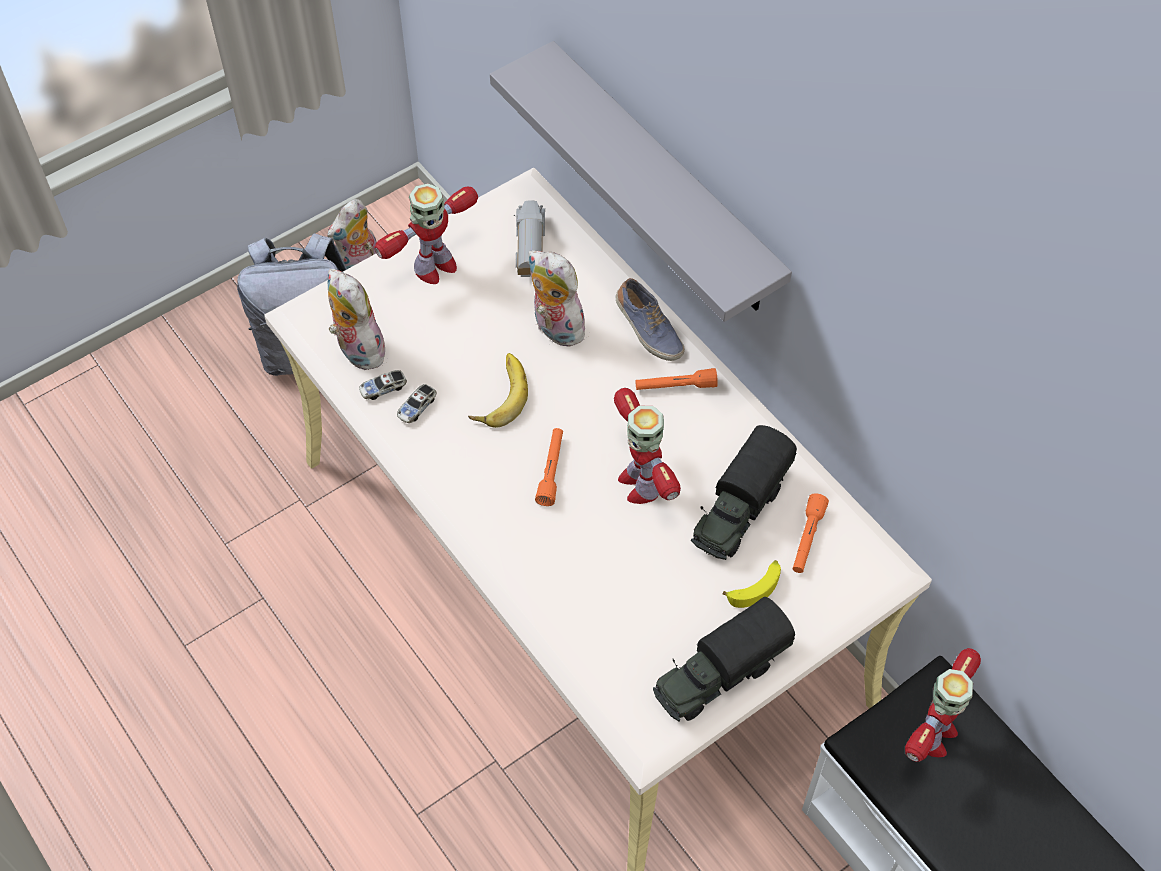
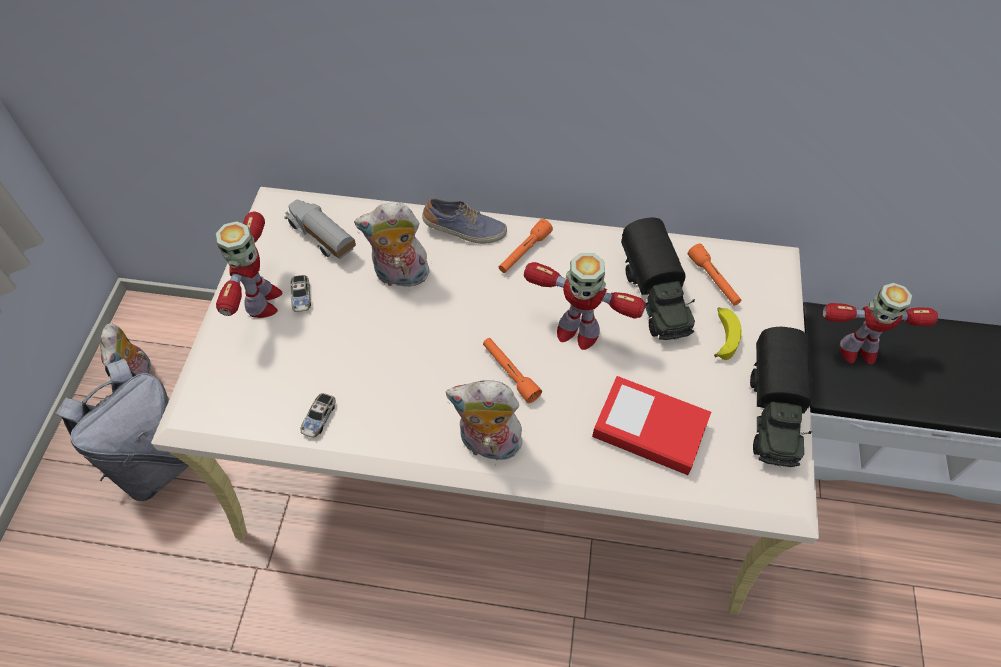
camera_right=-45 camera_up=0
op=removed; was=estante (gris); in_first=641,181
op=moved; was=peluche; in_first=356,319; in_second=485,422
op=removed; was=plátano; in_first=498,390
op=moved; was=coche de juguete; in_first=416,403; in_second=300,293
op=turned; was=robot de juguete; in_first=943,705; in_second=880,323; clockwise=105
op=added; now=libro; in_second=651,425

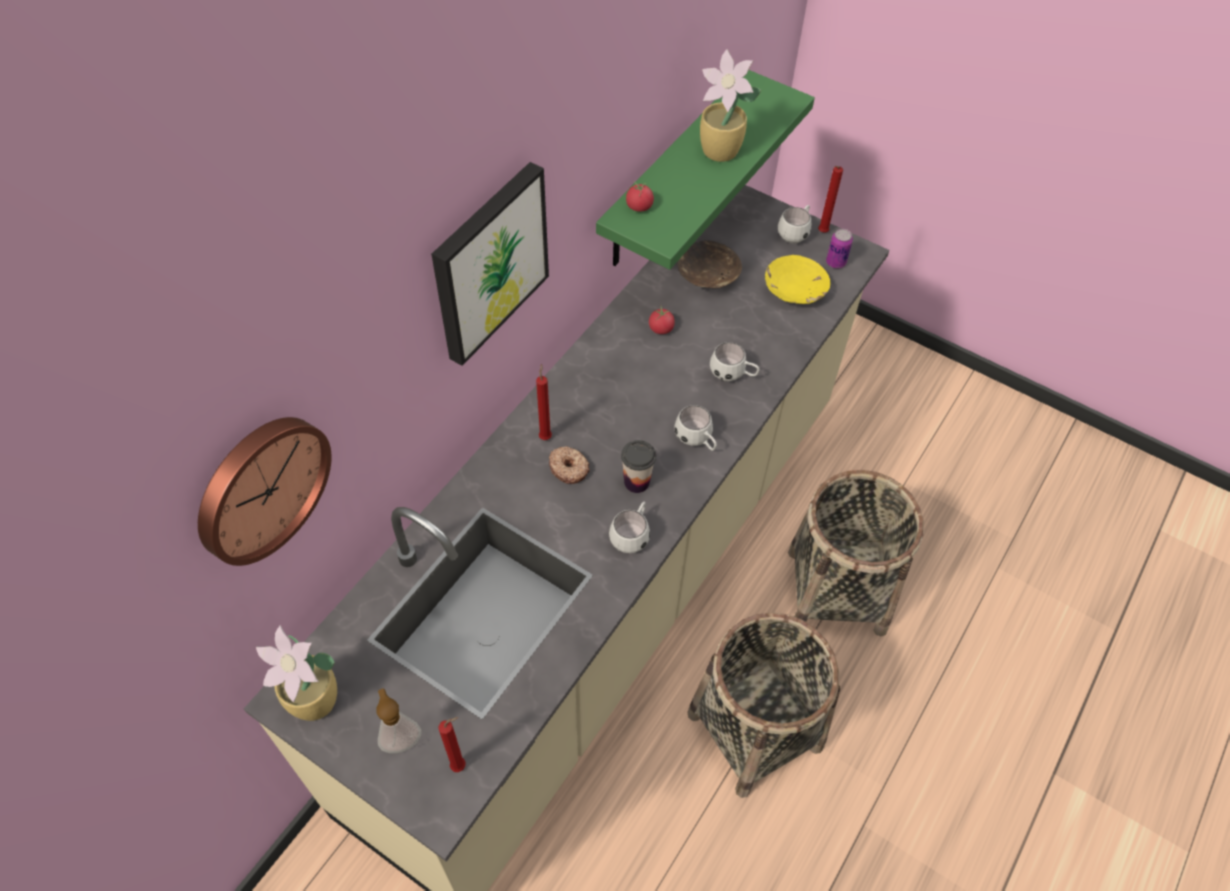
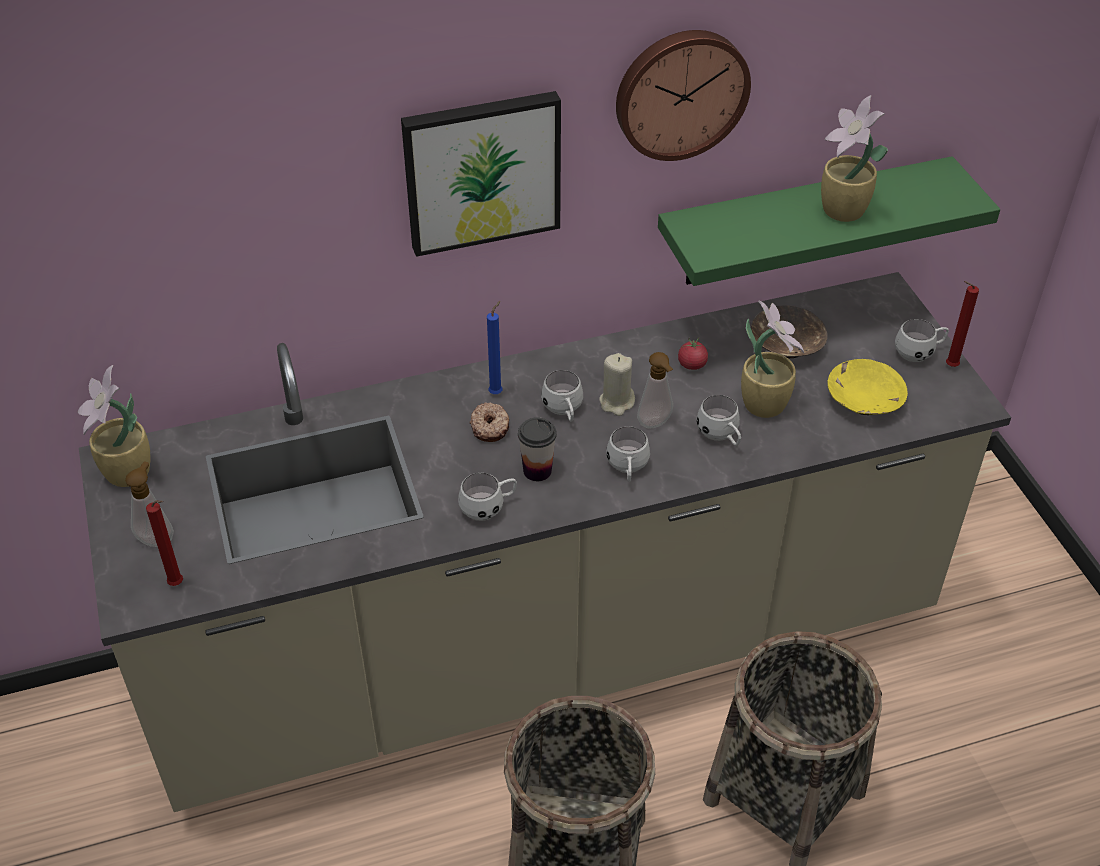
camera_right=40 camera_up=-10
op=removed; was=tomate; in_first=640,196
op=removed; was=lata; in_first=839,249
op=recoloured; was=vela (rojo); now=vela (azul); in_first=544,402; in_second=494,347
op=moved; was=reloj de pared; in_first=265,491; in_second=683,95
op=added; now=planta en maceta; in_second=772,359
op=added; now=dispensador de jabón; in_second=655,390
op=added; now=vela (beis); in_second=617,384
op=added; now=taza grande (blanco); in_second=562,396

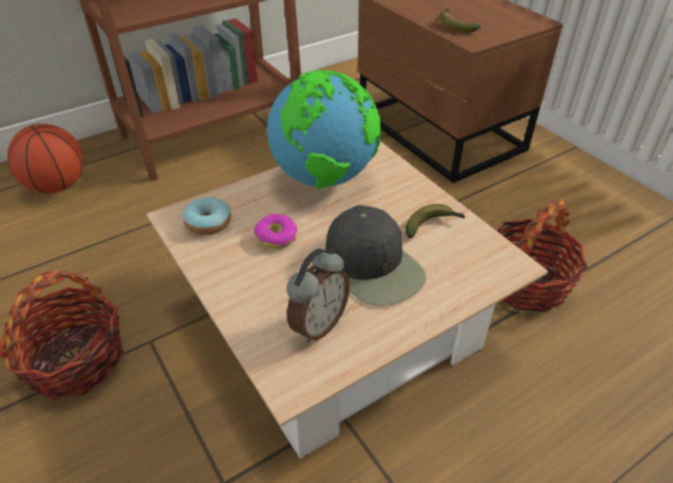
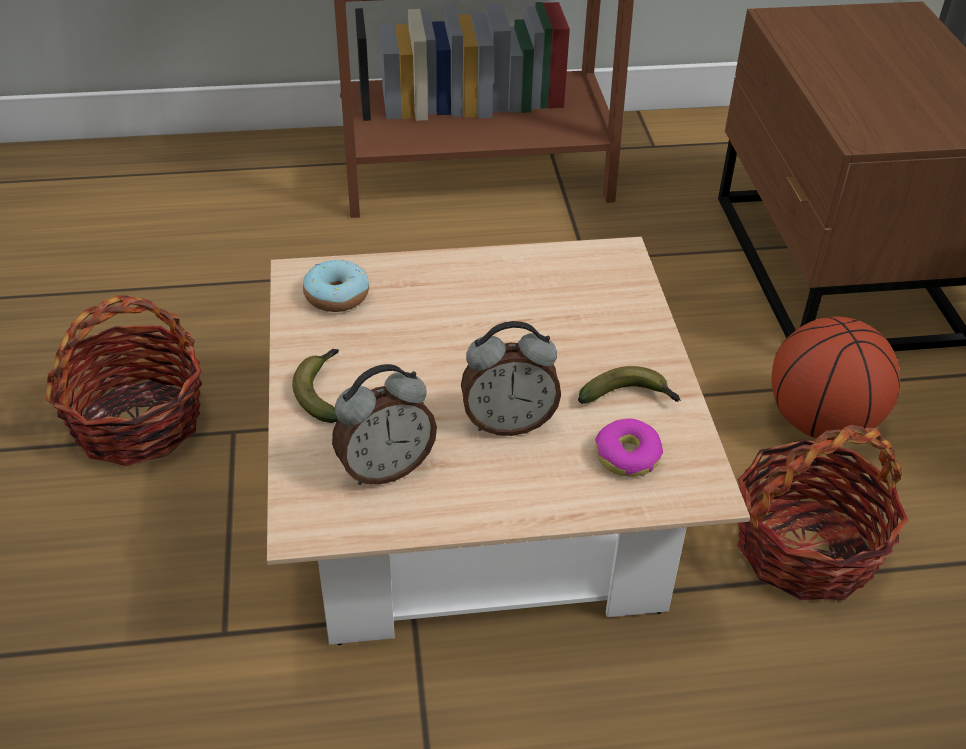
camera_right=25 camera_up=0
op=moved; was=plátano; in_first=459,21; in_second=315,386
op=removed; was=globo terráqueo; in_first=324,129
op=moved; was=balón de baloncesto; in_first=45,158; in_second=835,378
op=replaced; was=gorra (negro); now=despertador; in_first=375,255; in_second=511,378
op=moved; was=rosquilla; in_first=275,231; in_second=629,448

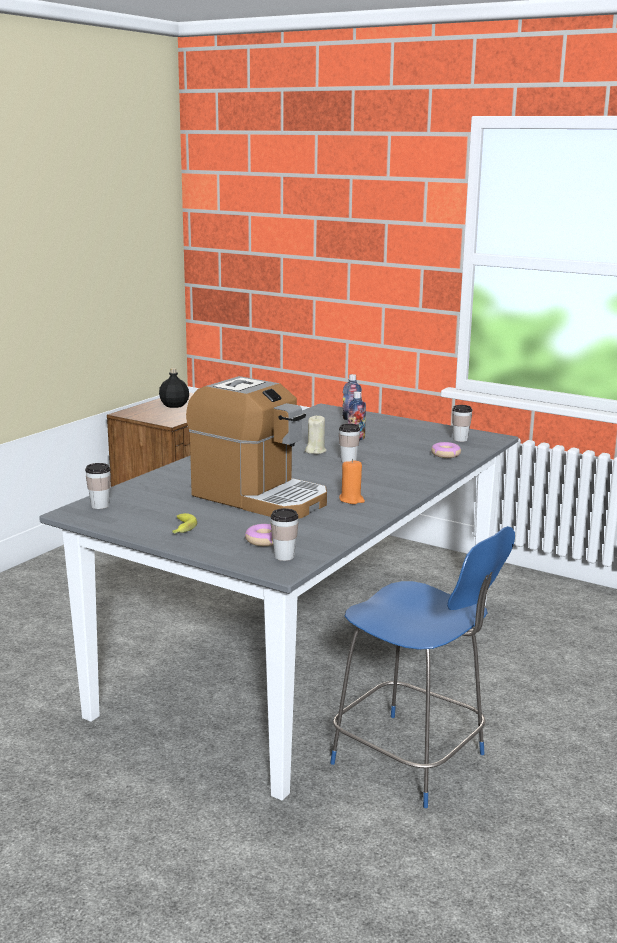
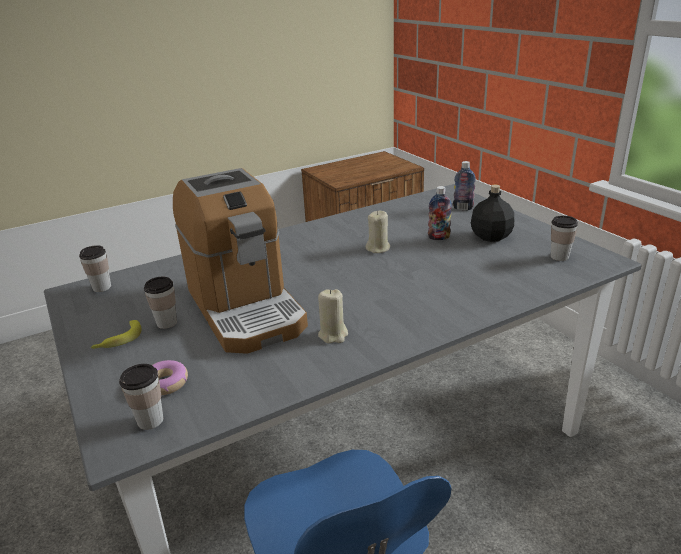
camera_right=30 camera_up=10
op=moved; was=botella (negro); in_first=174,388; in_second=492,213
op=moved; was=taza; in_first=349,442; in_second=160,303
op=removed; was=rosquilla; in_first=446,450
op=recoloured; was=vela (naranja); now=vela (beis); in_first=352,481; in_second=333,316

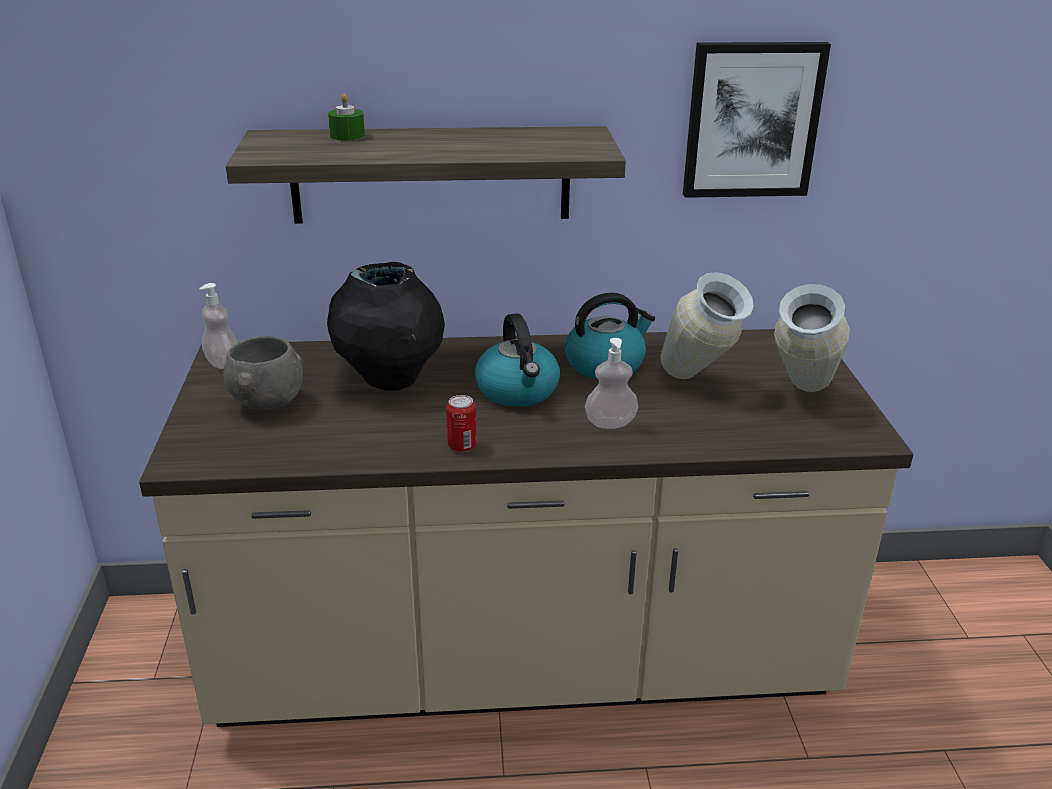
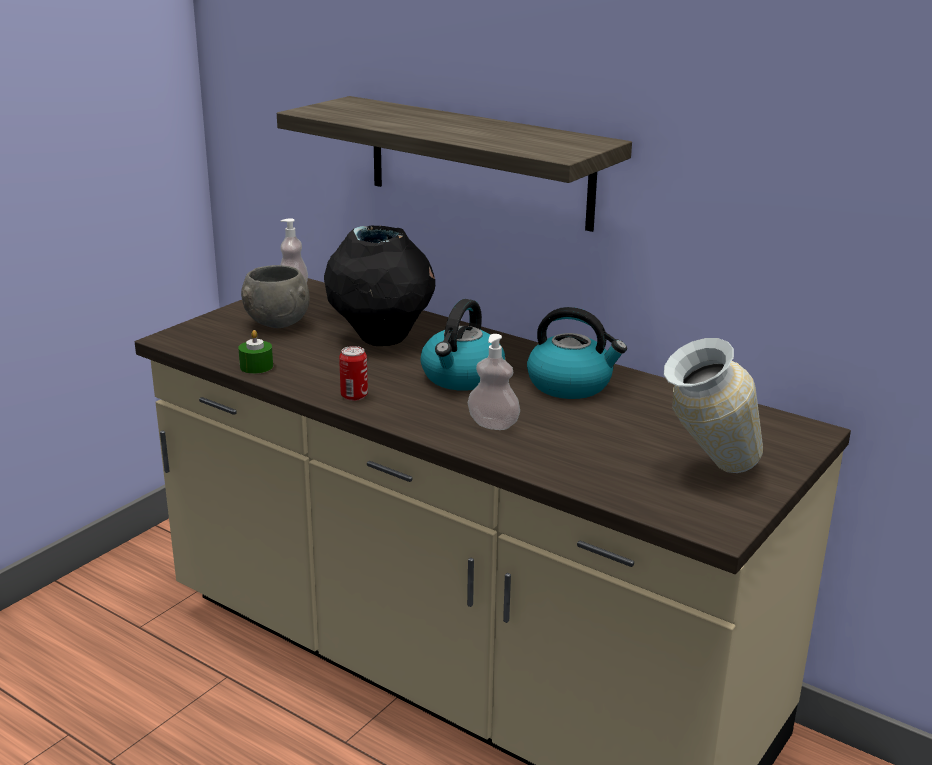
camera_right=40 camera_up=-5
op=removed; was=cuadro; in_first=757,120
op=moved; was=vela (verde); in_first=346,117; in_second=255,352
op=removed; was=florero; in_first=707,325

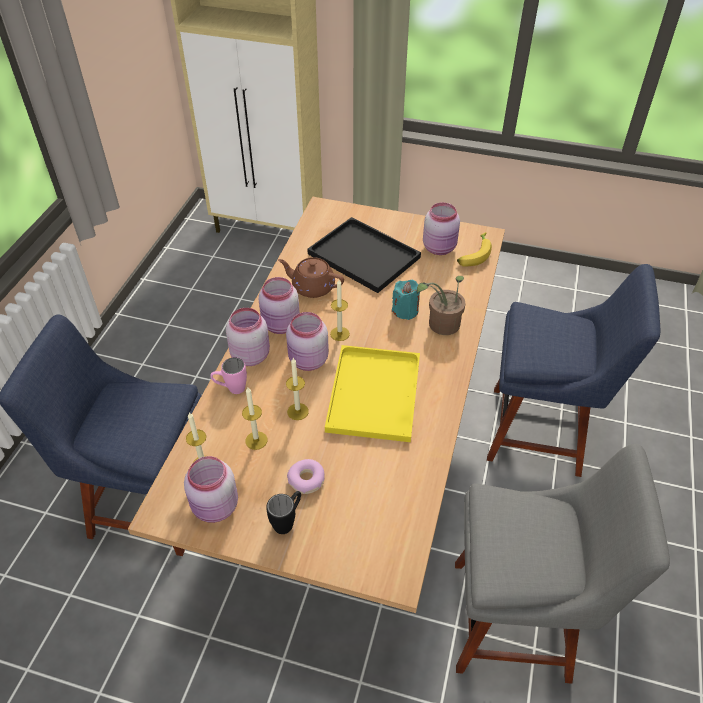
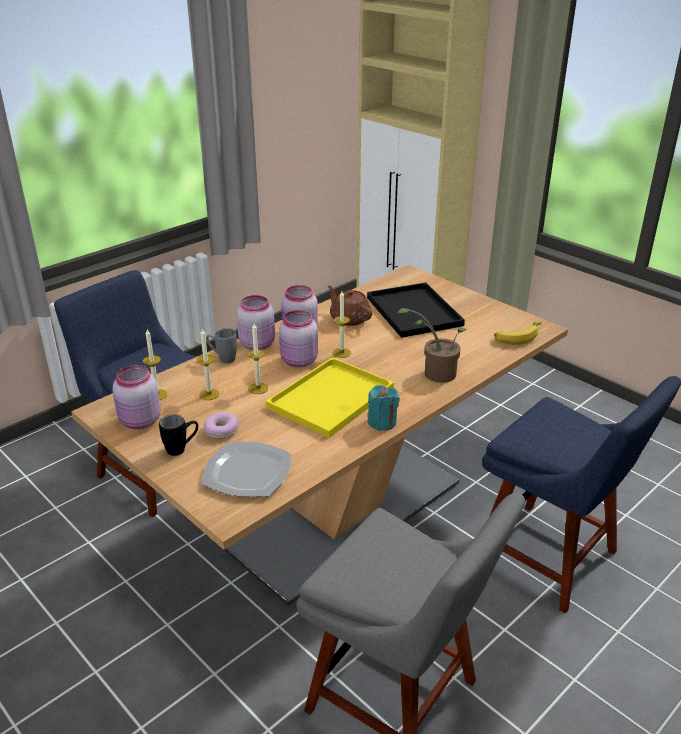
camera_right=30 camera_up=-15
op=removed; was=tarro (rosa); in_first=441,229
op=moved; was=vela (turquesa); in_first=406,300; in_second=383,408
op=recoloured; was=taza grande (rosa); now=taza grande (gris); in_first=228,375; in_second=221,346
op=added; now=plato; in_second=246,469

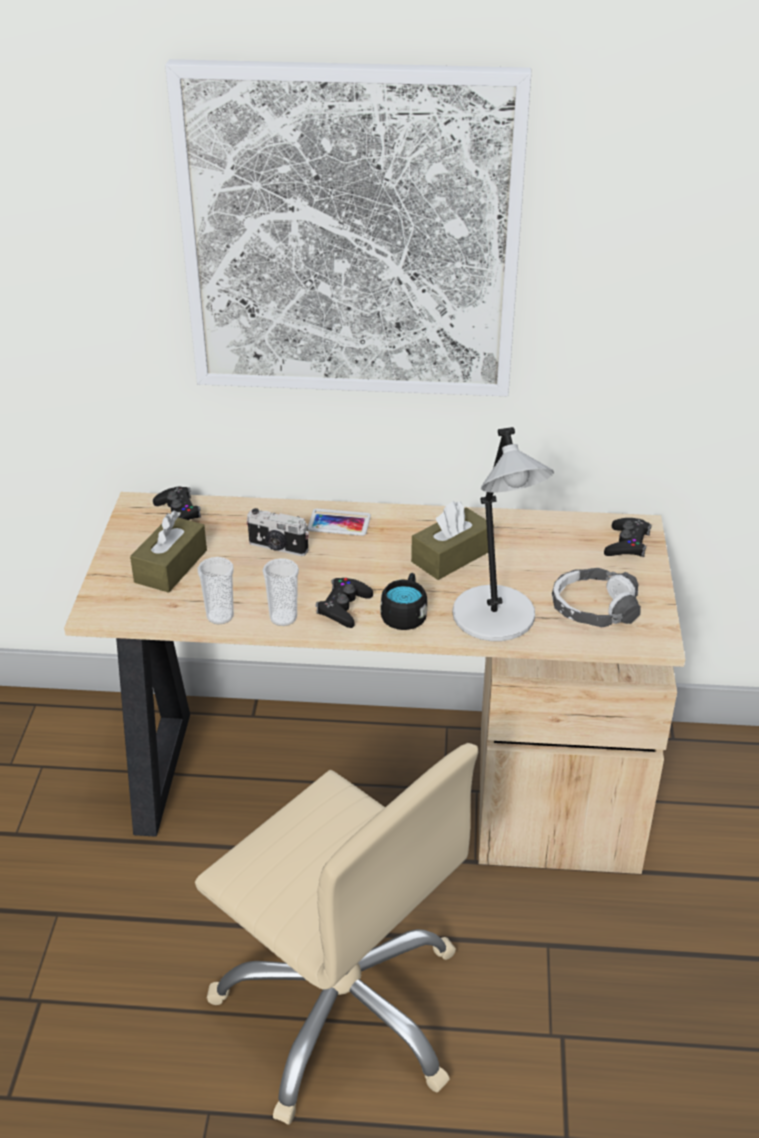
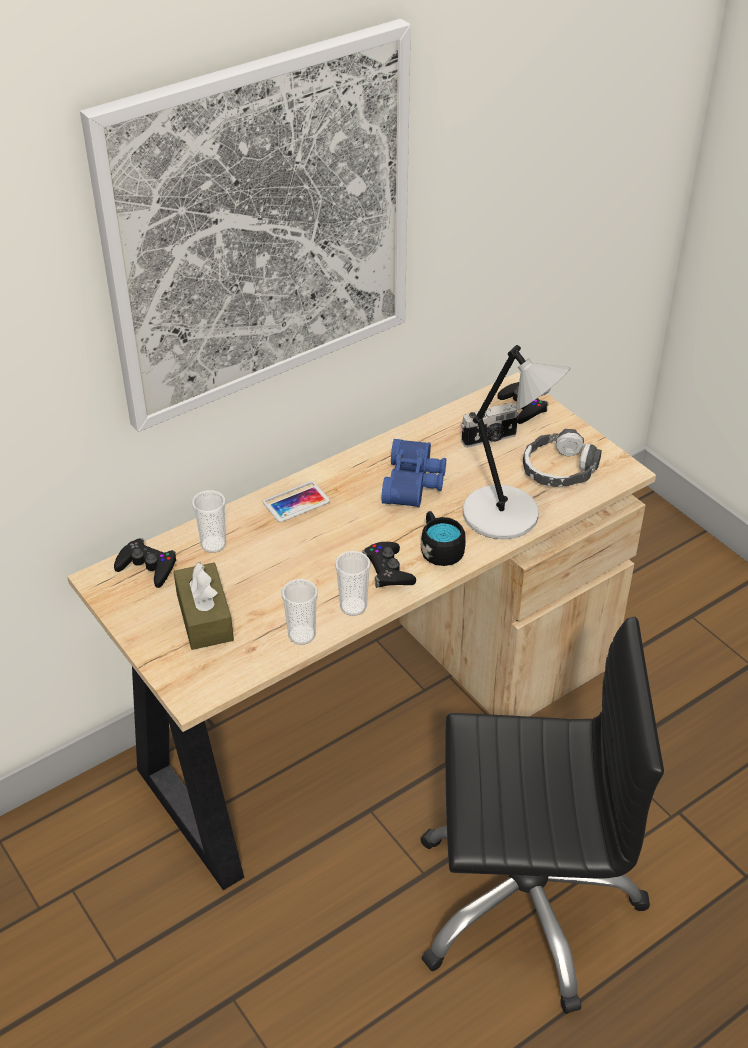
camera_right=-40 camera_up=5
op=replaced; was=caja de pañuelos (marrón); now=prismáticos (azul); in_first=452,540; in_second=414,473
op=moved; was=cámara; in_first=277,532; in_second=490,425
op=recoloured; was=silla de oficina (beis); now=silla de oficina (negro); in_first=336,934; in_second=542,815
op=added; now=taza; in_second=209,521

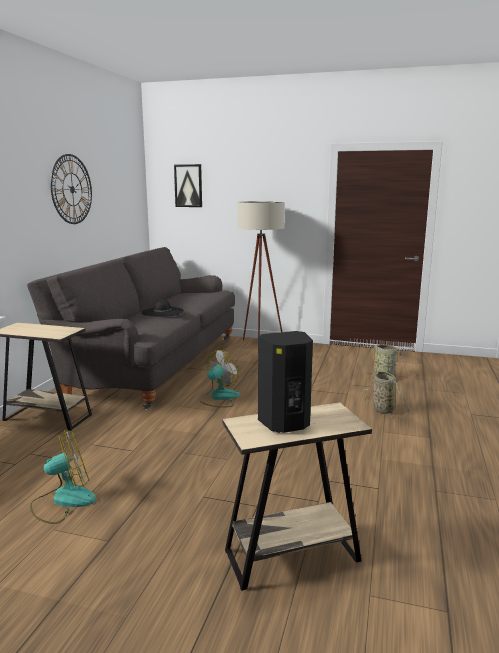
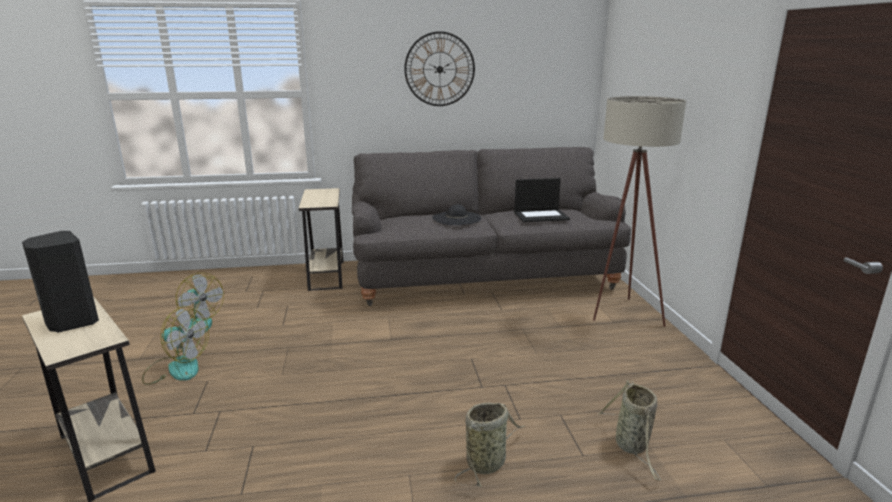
camera_right=65 camera_up=5
op=removed; was=cuadro; in_first=188,185
op=moved; was=ventilador; in_first=220,378; in_second=175,345
op=added; now=portátil; in_second=542,200

